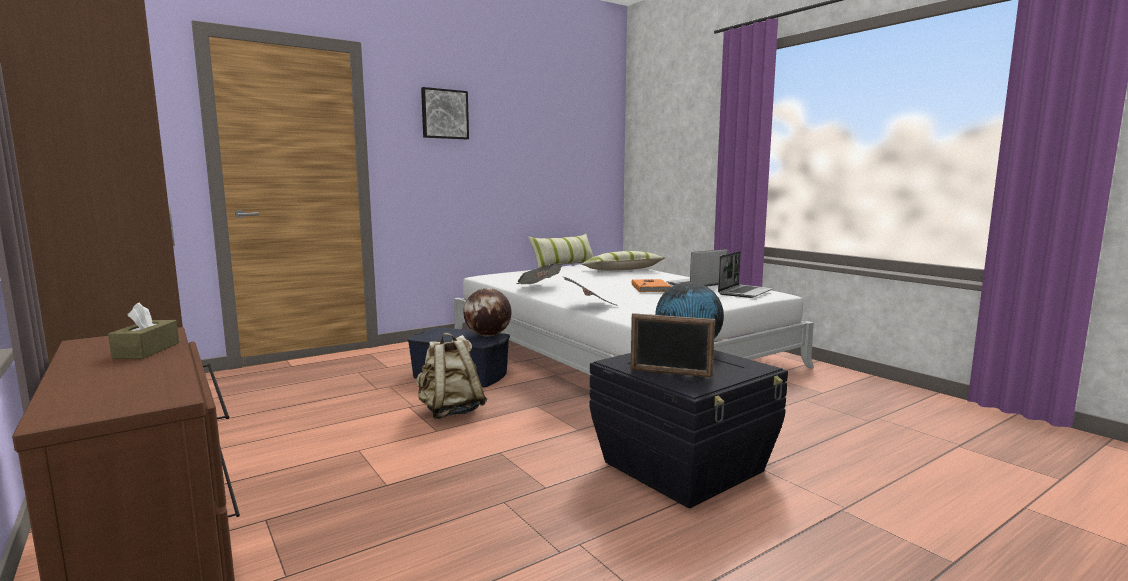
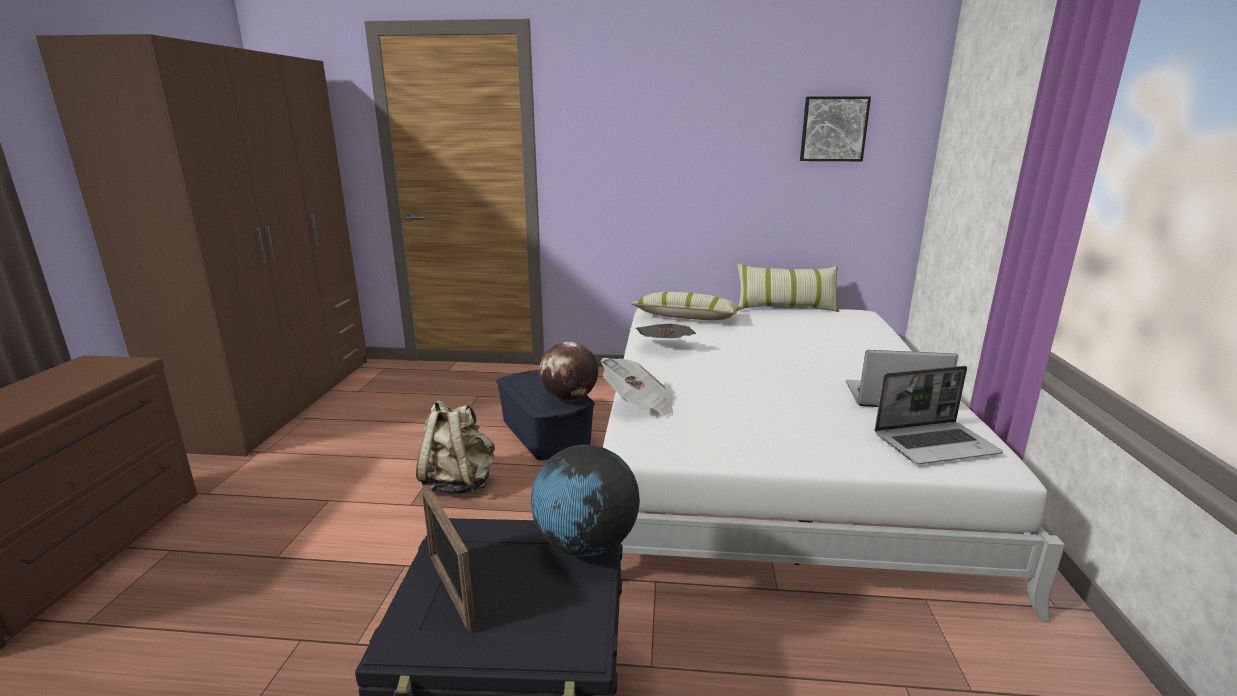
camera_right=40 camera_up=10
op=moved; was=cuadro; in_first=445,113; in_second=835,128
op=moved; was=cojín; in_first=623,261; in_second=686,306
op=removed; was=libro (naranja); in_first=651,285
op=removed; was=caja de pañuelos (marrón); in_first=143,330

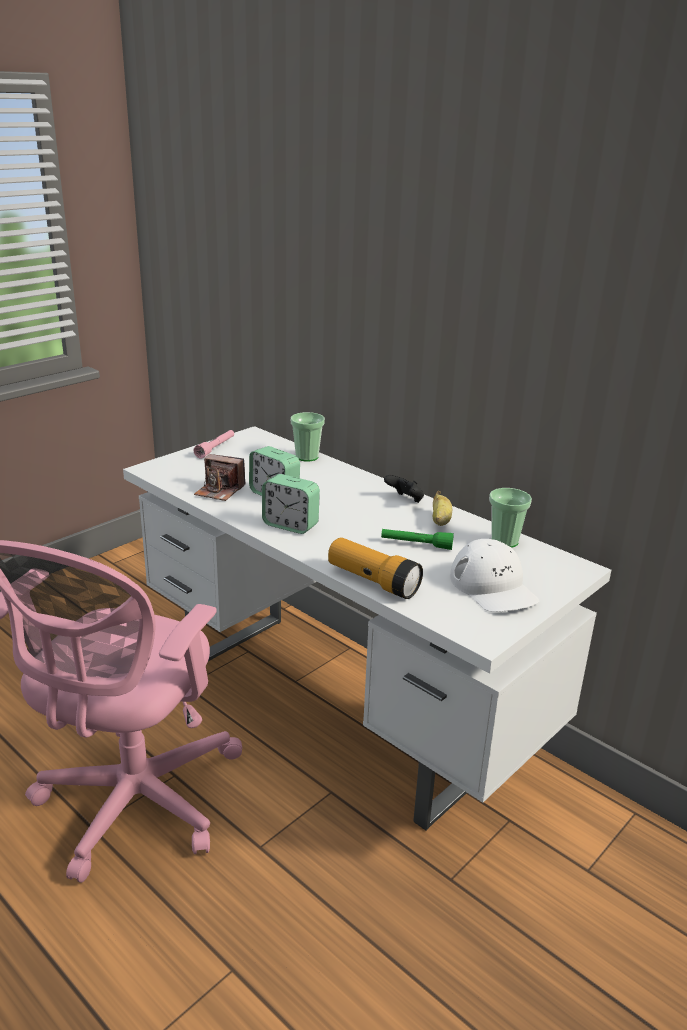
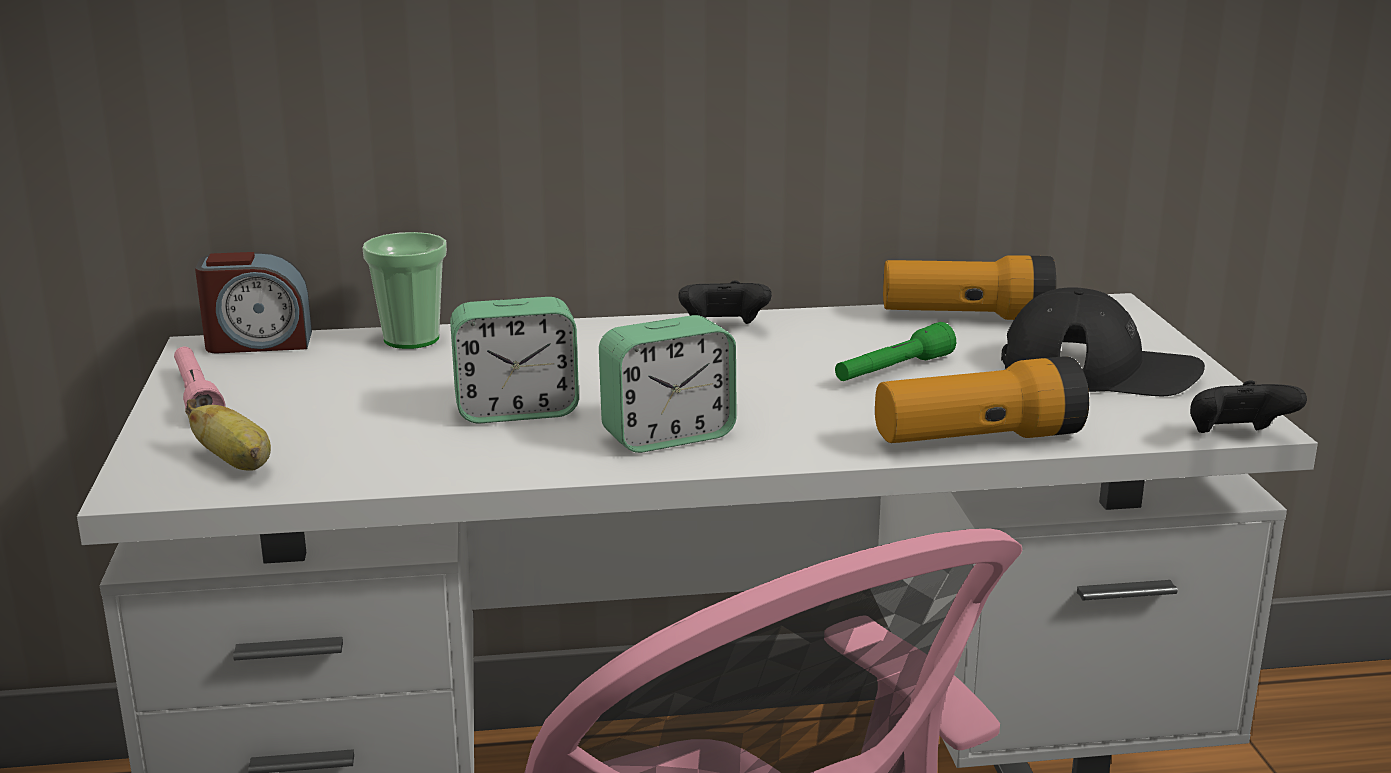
camera_right=-50 camera_up=-5
op=removed; was=cámara; in_first=219,477
op=replaced; was=taza; now=linterna; in_first=510,518; in_second=969,287
op=moved; was=plátano; in_first=442,508; in_second=228,435
op=recoloured; was=gorra (blanco); now=gorra (negro); in_first=494,575; in_second=1103,341
op=added; now=despertador; in_second=253,302
op=added; now=mando de consola (negro); in_second=1248,406

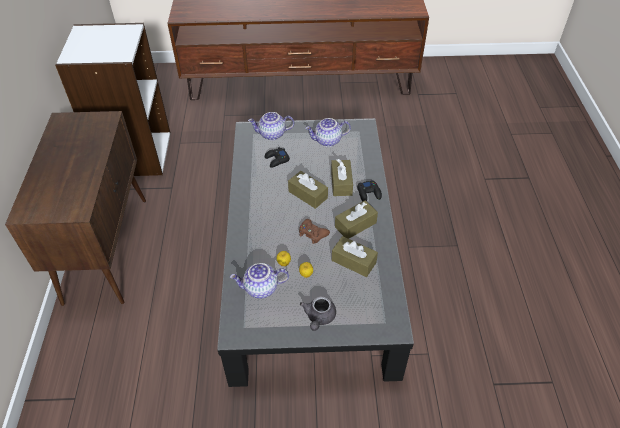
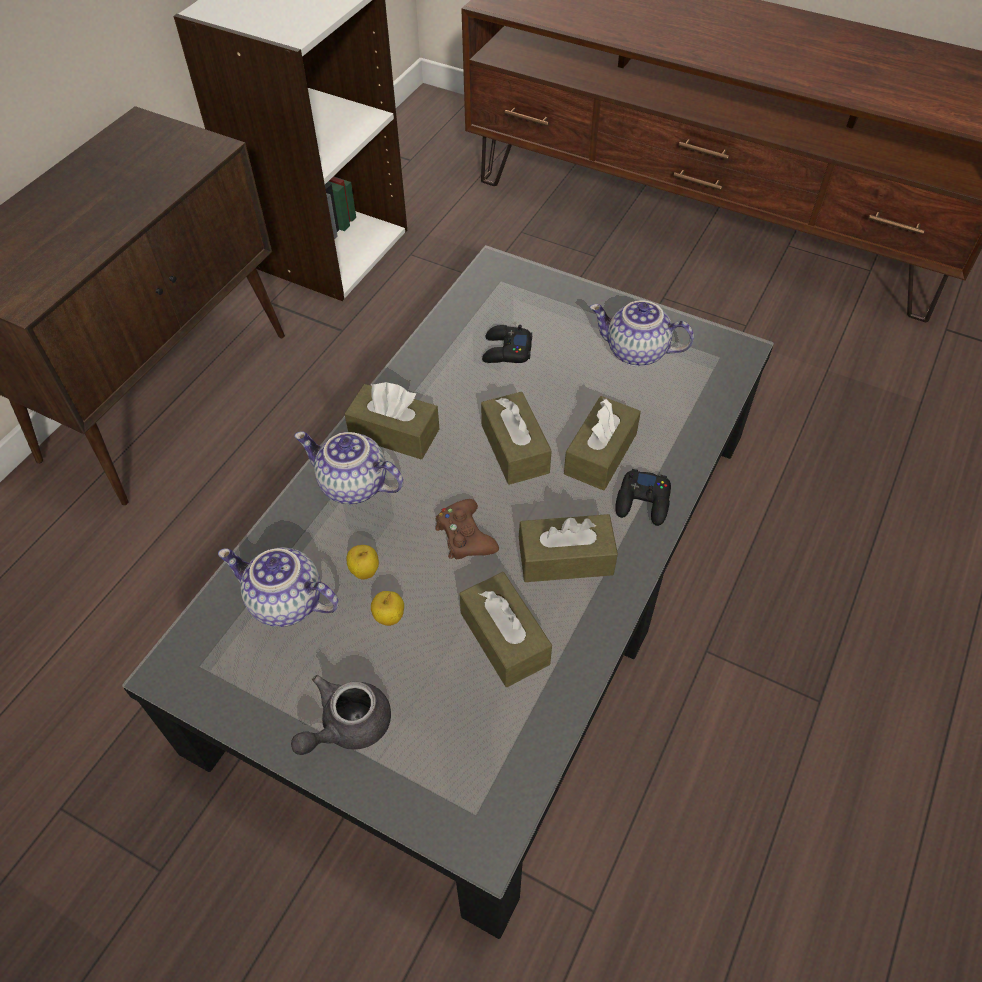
camera_right=30 camera_up=5
op=moved; was=tetera; in_first=271,126; in_second=348,467
op=added; now=caja de pañuelos (marrón); in_second=391,420

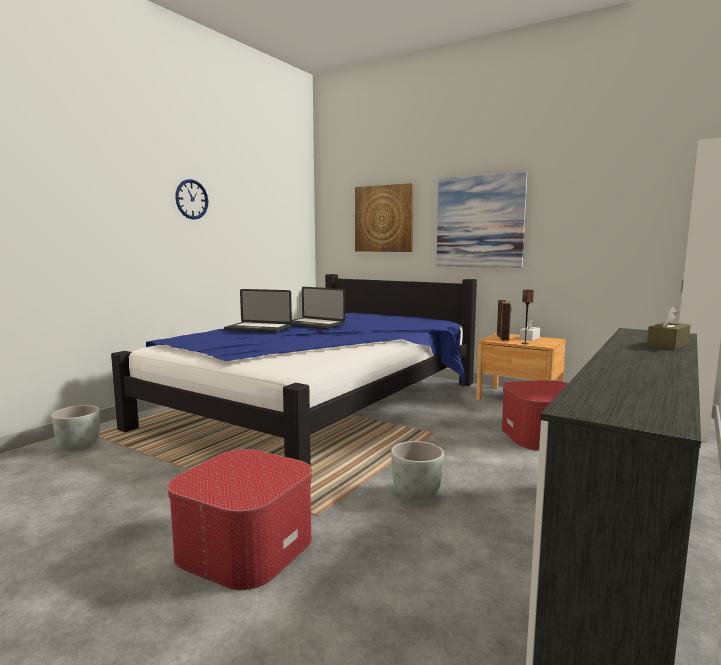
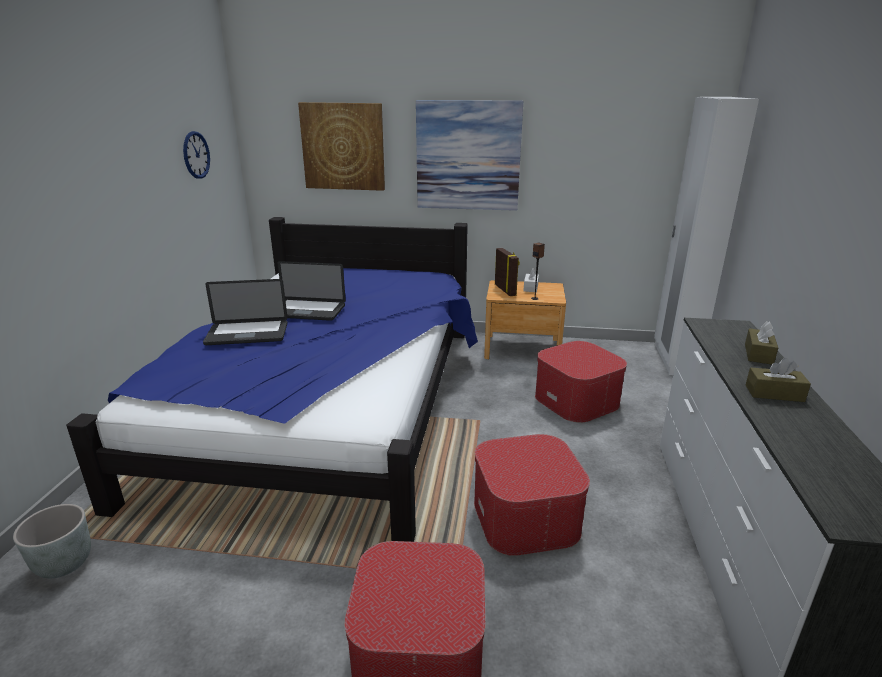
camera_right=-25 camera_up=15
op=moved; was=reloj de pared; in_first=191,199; in_second=196,155
op=replaced; was=maceta (gris); now=puf; in_first=417,471; in_second=532,495
op=added; now=caja de pañuelos (marrón); in_second=778,380

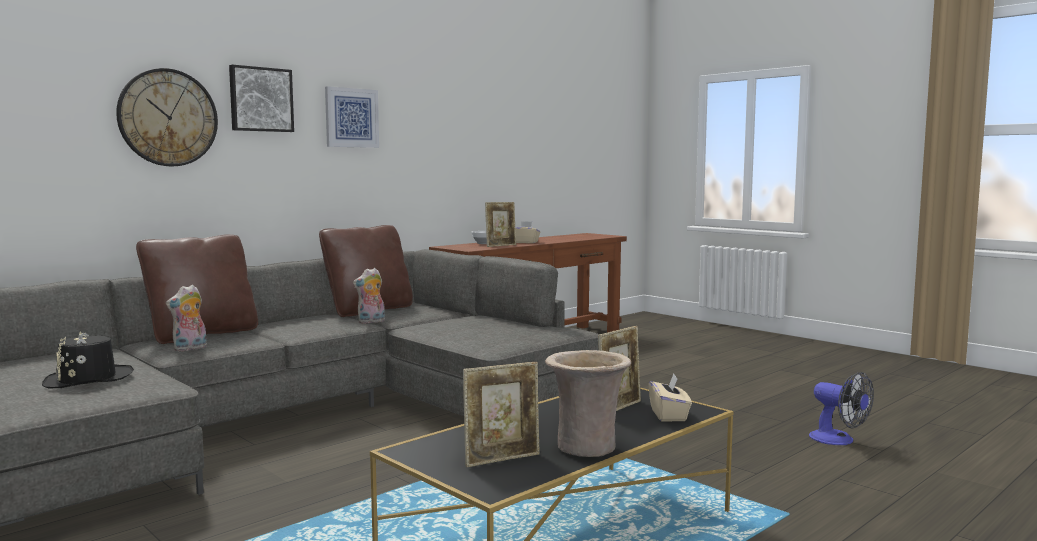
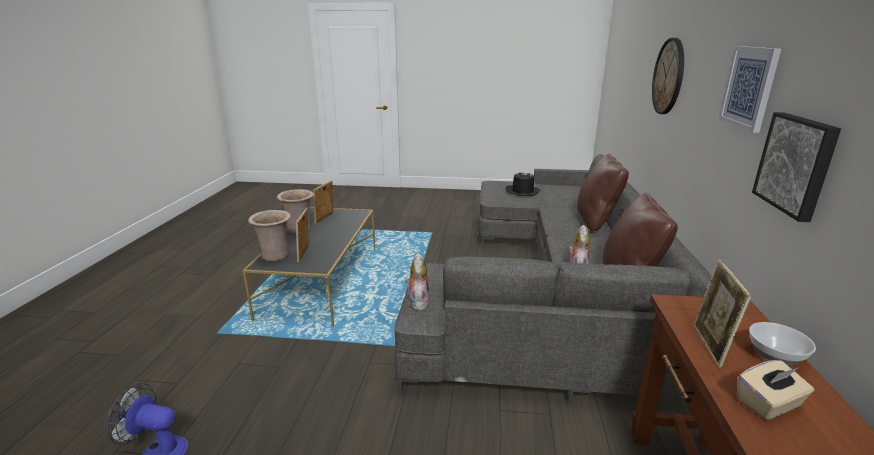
camera_right=140 camera_up=15
op=moved; was=cuadro; in_first=261,98; in_second=796,167
op=moved; was=peluche; in_first=186,318; in_second=417,281
op=replaced; was=caja de pañuelos (beis); now=florero (beis); in_first=670,398; in_second=269,235

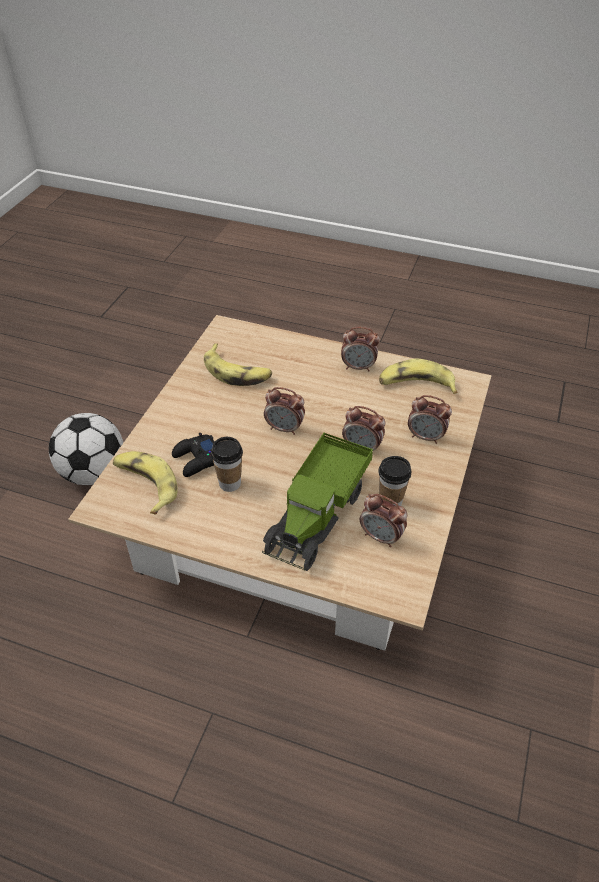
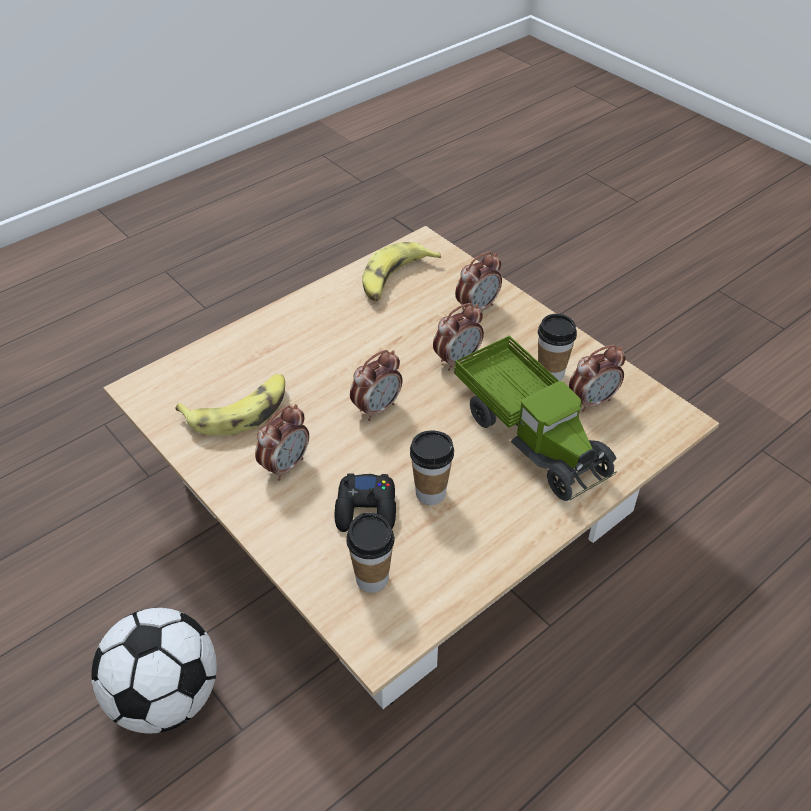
camera_right=-60 camera_up=0
op=moved; was=despertador; in_first=360,349; in_second=282,442
op=replaced; was=plátano; now=taza; in_first=145,483; in_second=370,553

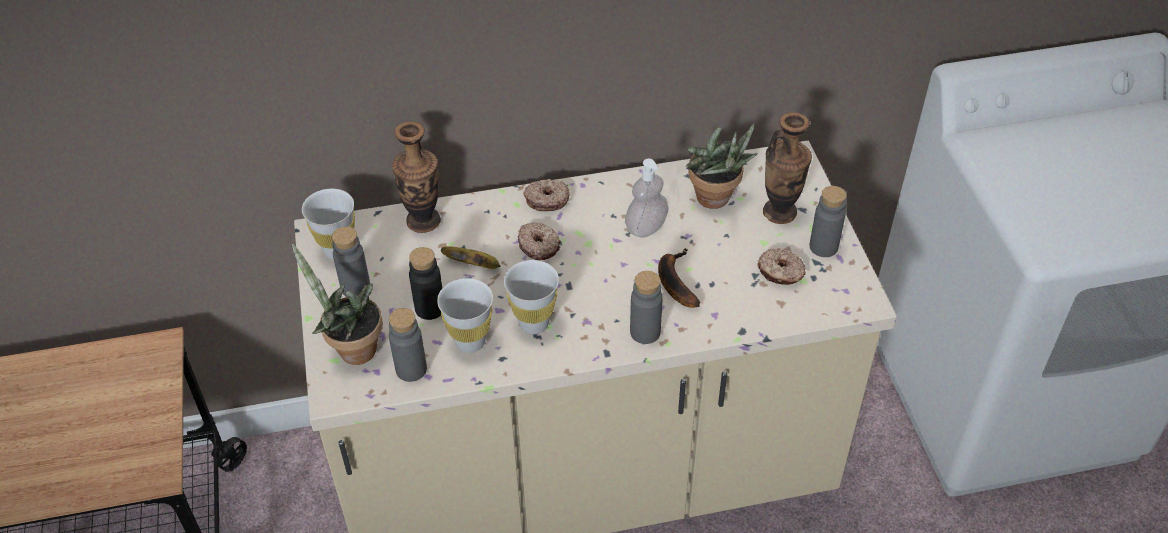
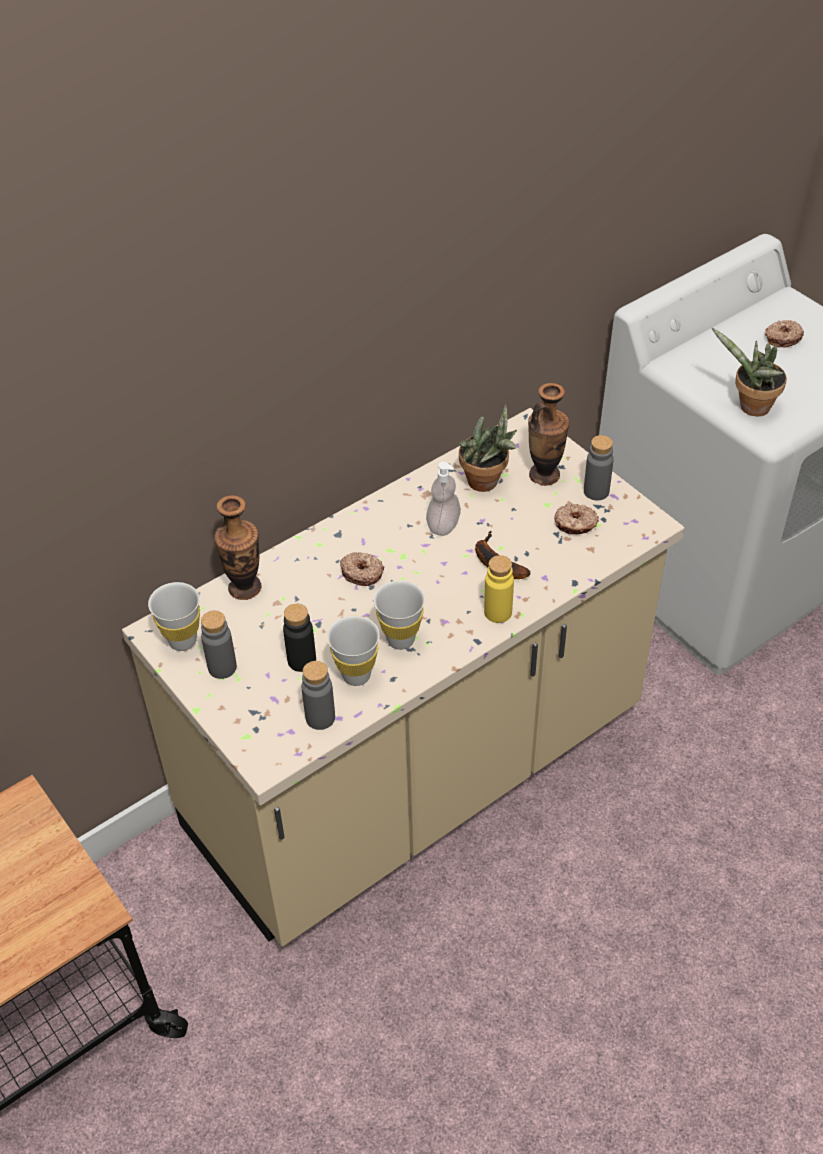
camera_right=-25 camera_up=0
op=moved; was=rosquilla; in_first=546,195; in_second=784,334
op=moved; was=planta en maceta; in_first=337,304; in_second=749,372
op=removed; was=plátano; in_first=471,257
op=recoloured; was=botella (gris); now=botella (amarillo); in_first=646,307; in_second=499,589

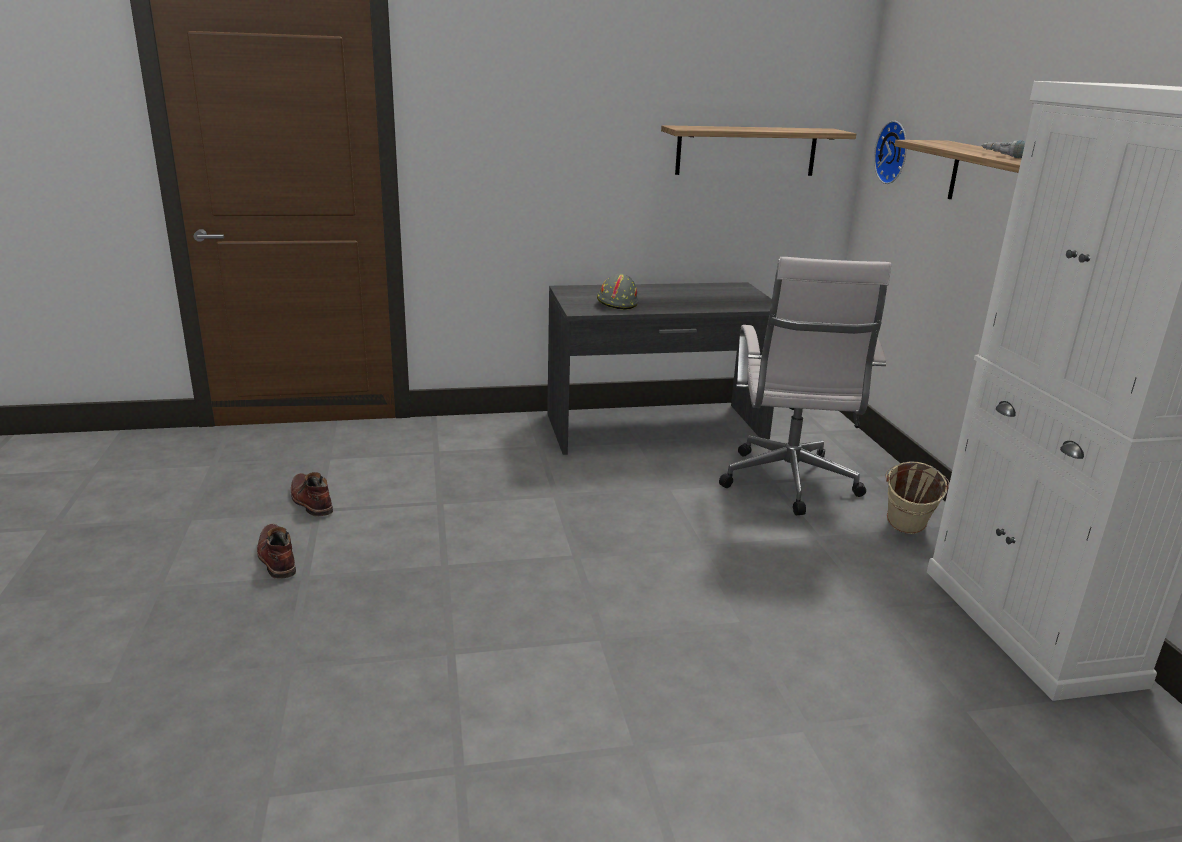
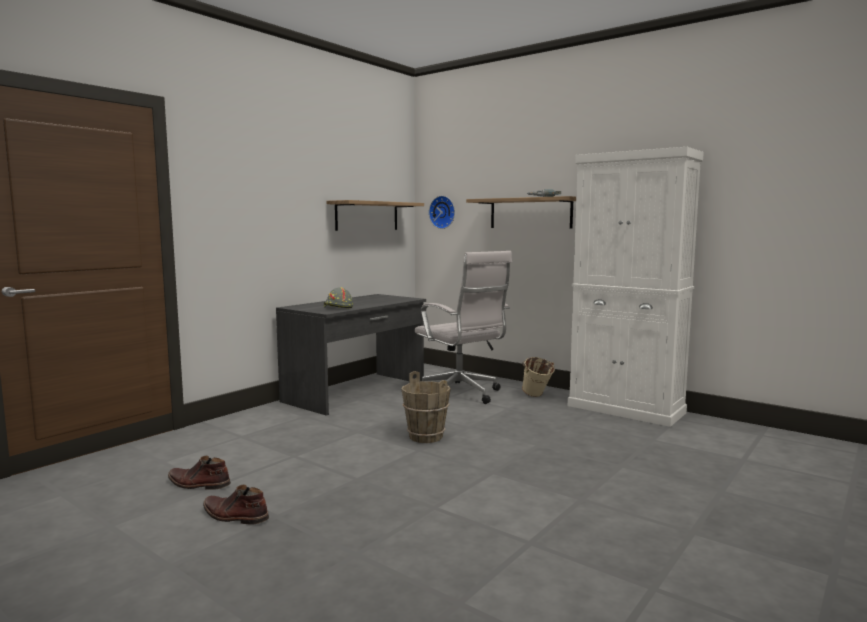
camera_right=-40 camera_up=-15
op=added; now=cubo (marrón); in_second=426,407

